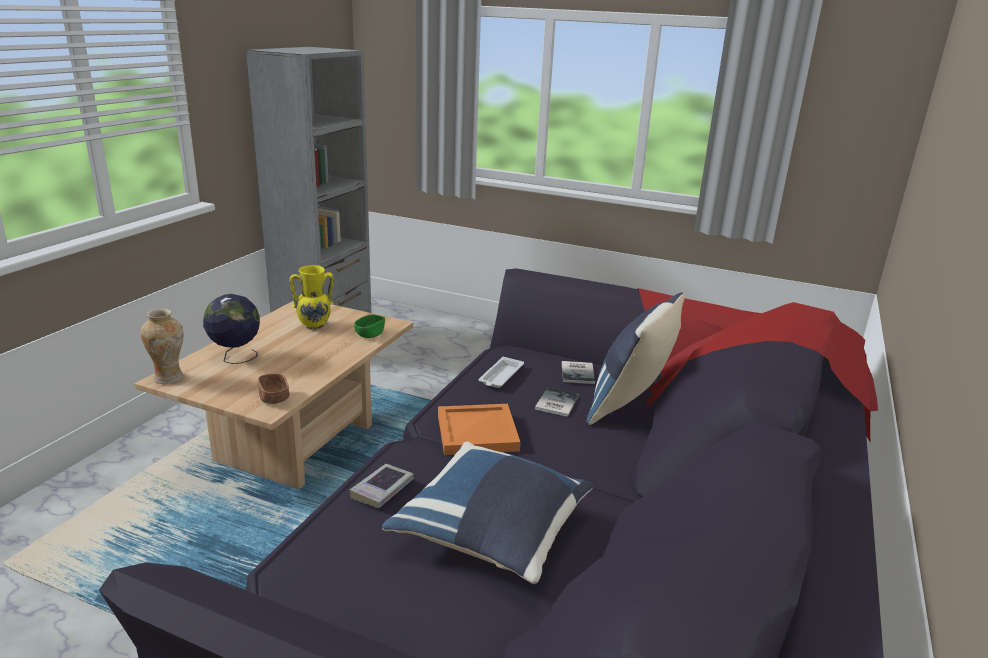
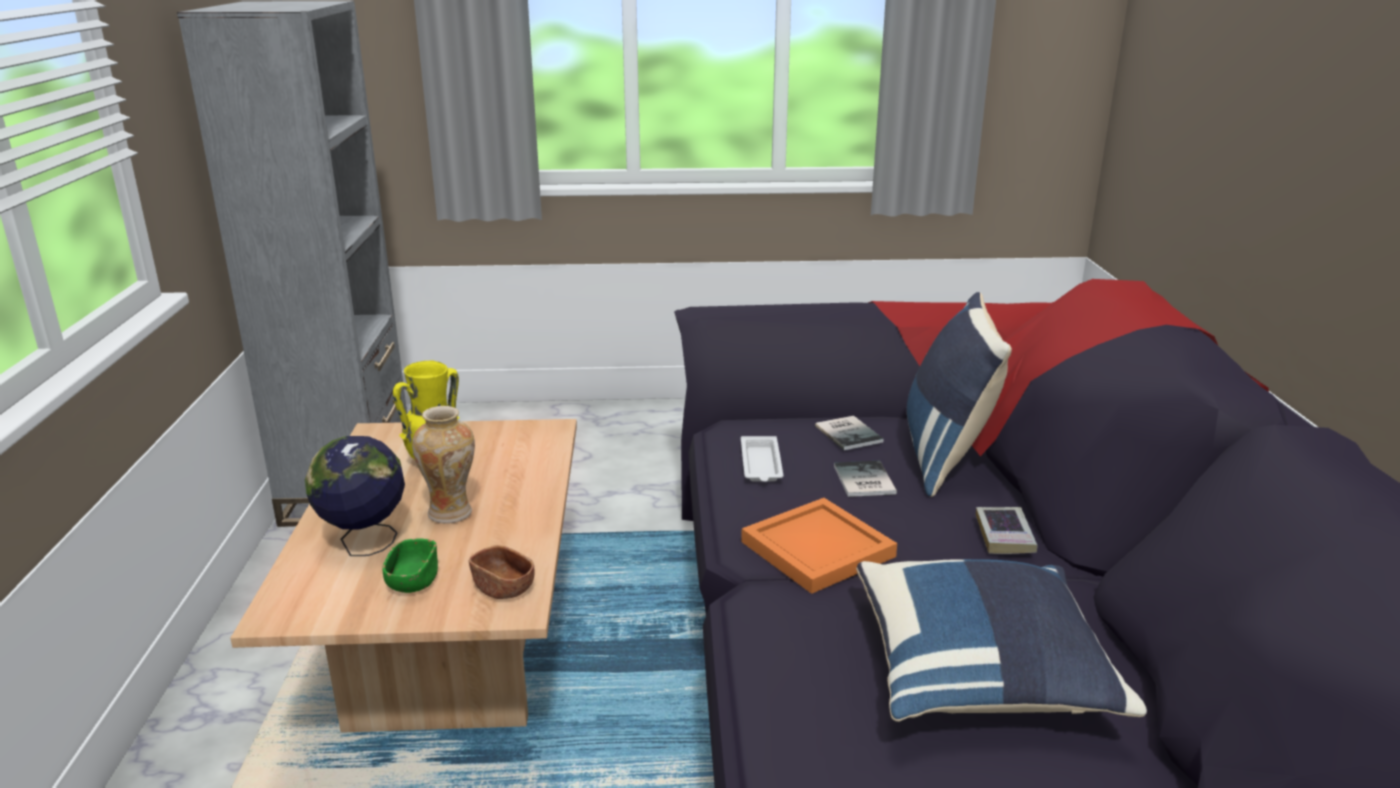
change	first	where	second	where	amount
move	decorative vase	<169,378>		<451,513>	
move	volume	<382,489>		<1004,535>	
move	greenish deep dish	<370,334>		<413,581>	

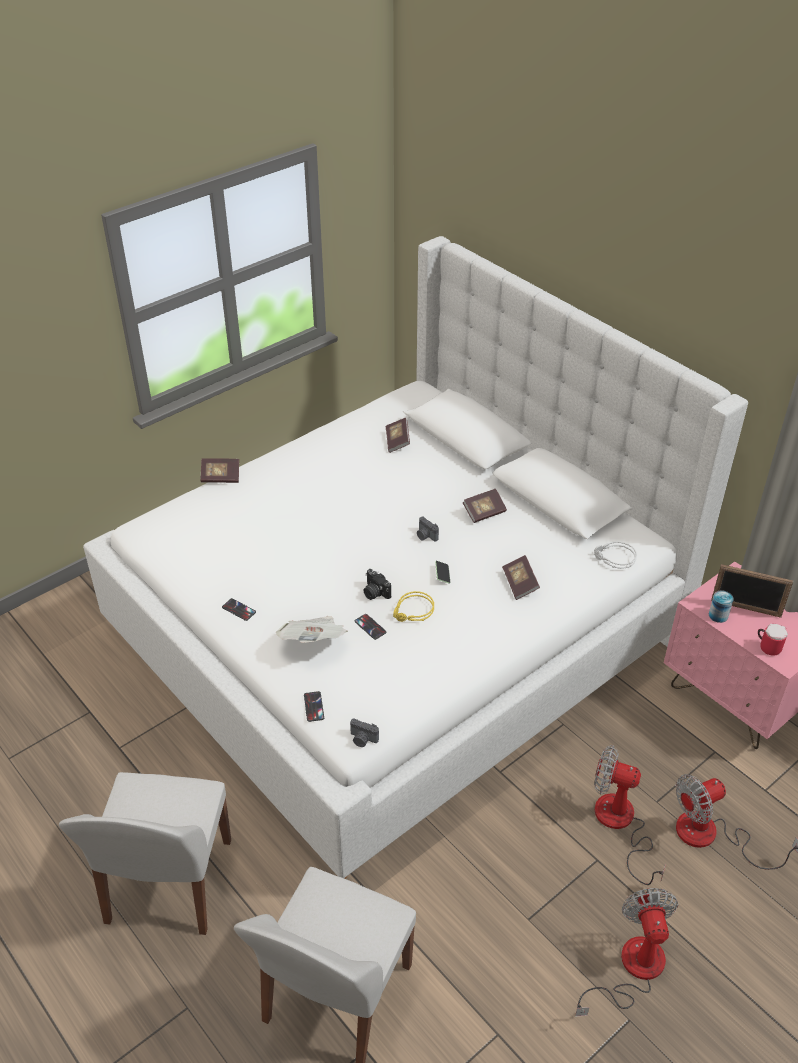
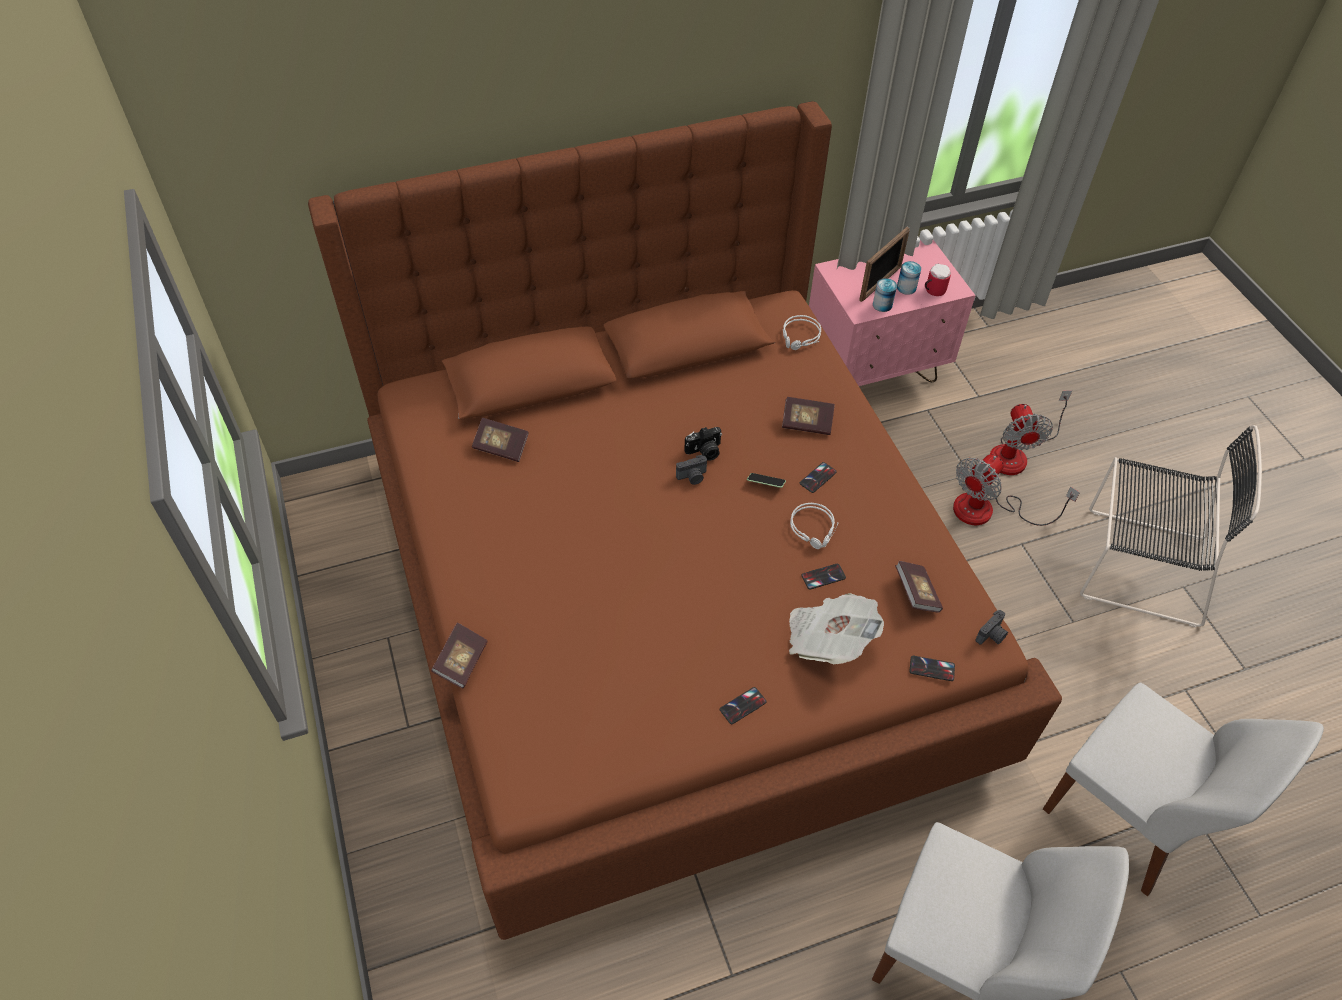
change	first	where	second	where	amount
insert			telephone	<818,478>	
insert			can	<906,288>	
move	photo camera	<375,592>		<704,452>	
move	volume	<484,512>		<916,593>	
replace	electric fan	<631,969>	black-coloured upright chair	<1137,565>	
recolor	white-coloured bedroom bed	<399,632>	brown-coloured bedroom bed	<670,601>	
recolor	yellow headset	<413,612>	grey headset	<814,529>	

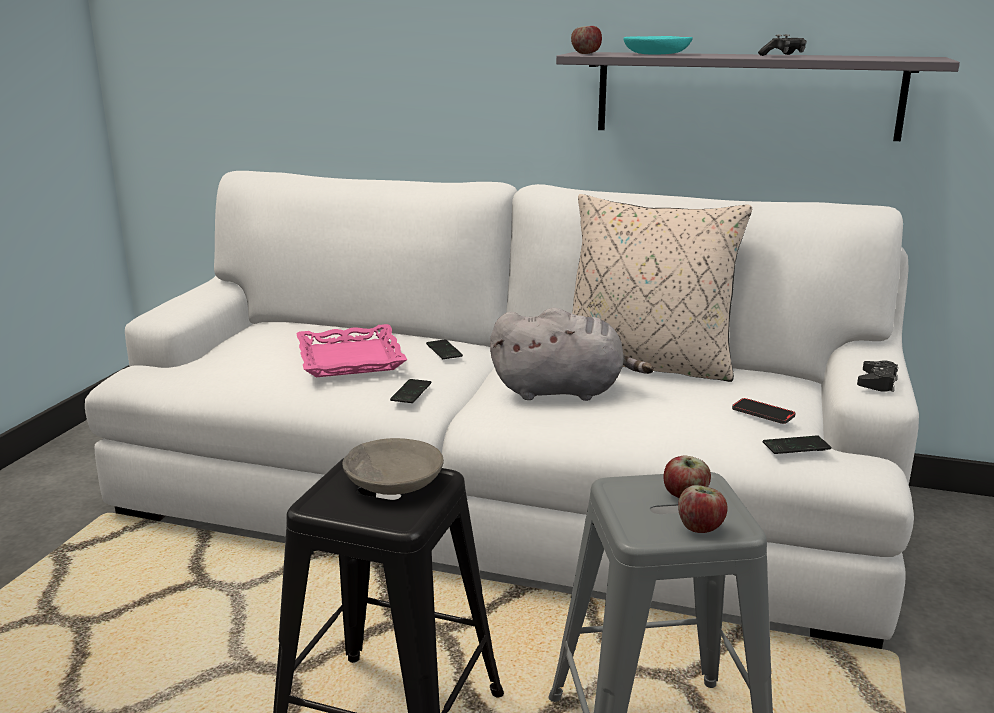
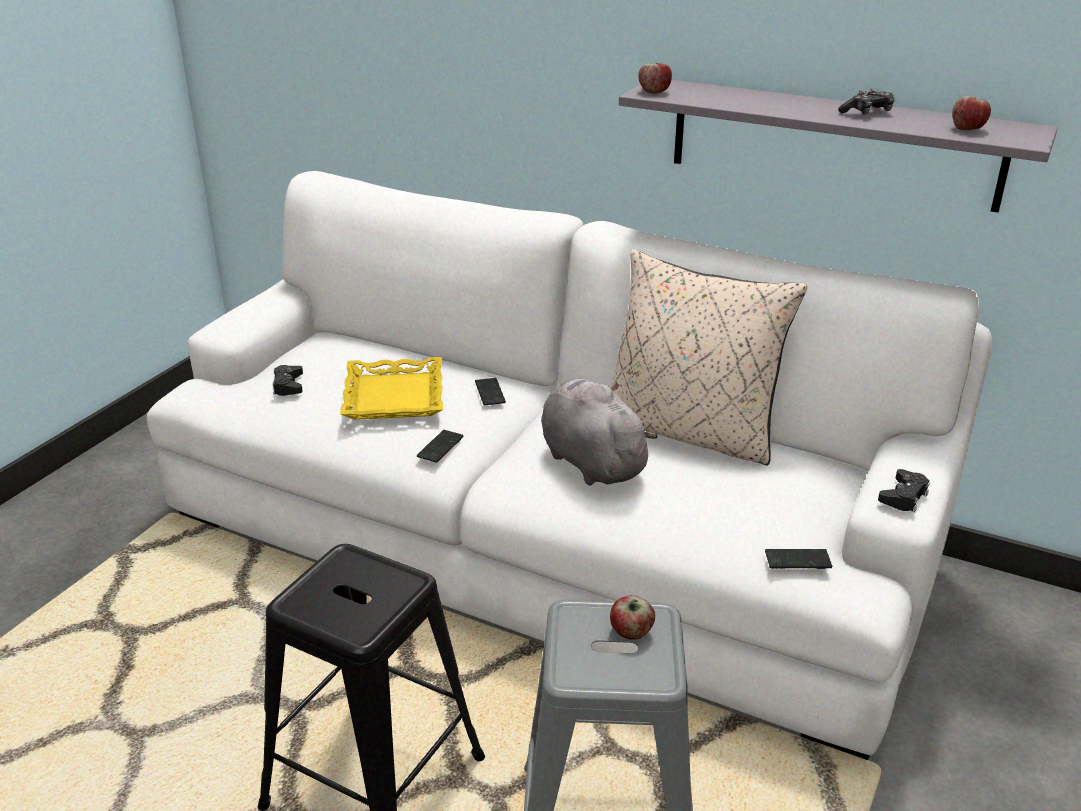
change	first	where	second	where	amount
delete	grey deep dish	<392,480>			
delete	turquoise-coloured deep dish	<657,54>			
delete	telephone	<763,413>			
insert			black-coloured gamepad	<288,385>	
move	whole apple	<700,527>		<967,129>	
recolor	pinkish carrying tray	<351,359>	yellow carrying tray	<395,397>	
rotate	grey cuddly toy	<563,391>		<590,461>	135 degrees counterclockwise

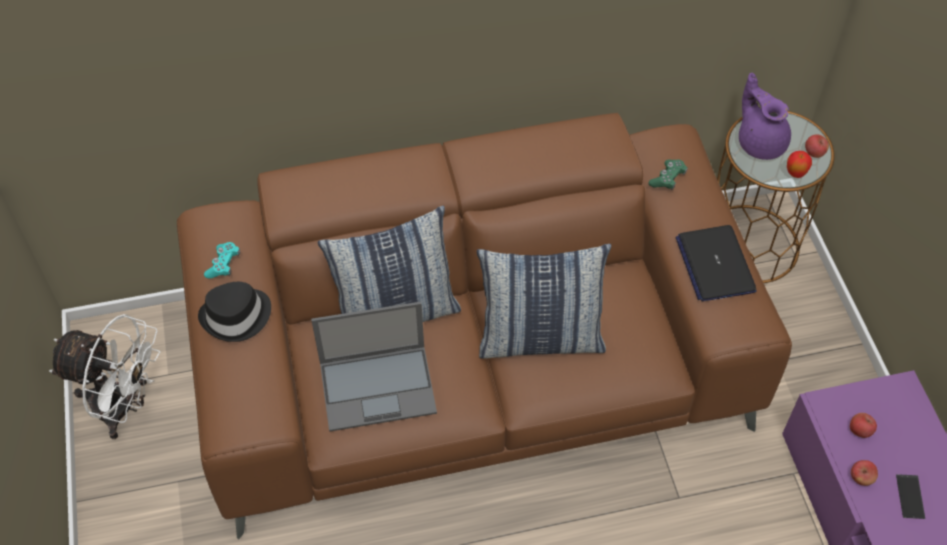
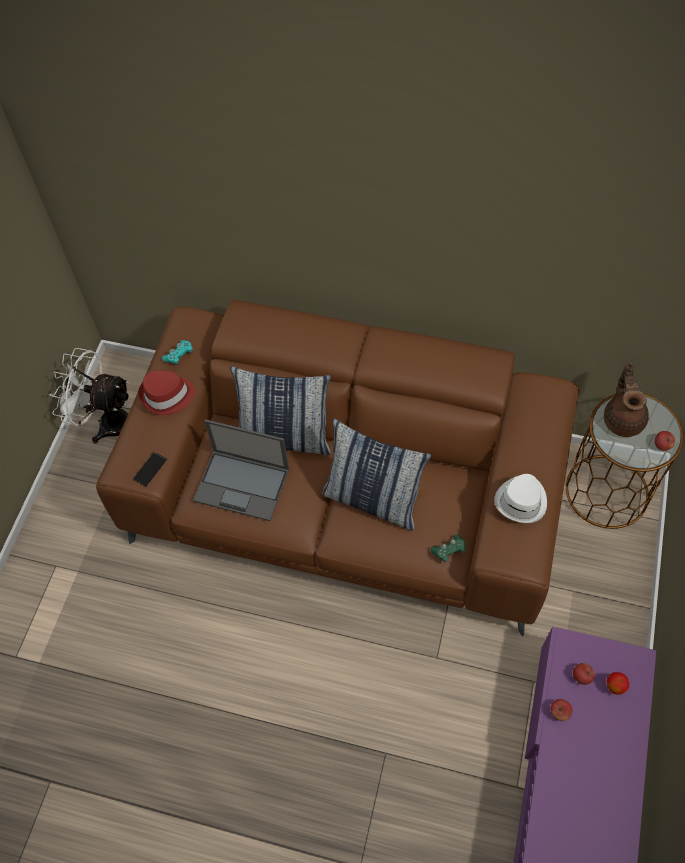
change	first	where	second	where	amount
move	greenish gamepad	<667,179>		<449,550>	
move	whole apple	<795,174>		<614,687>	
move	telephone	<910,496>		<150,469>	
replace	portable computer	<715,264>	white-coloured wearable hat	<521,501>	
recolor	black-coloured wearable hat	<237,316>	red-coloured wearable hat	<167,396>	
recolor	purple-coloured tea pot	<760,142>	brown-coloured tea pot	<623,419>	
rotate	white-coloured electric fan	<124,407>		<107,422>	150 degrees clockwise

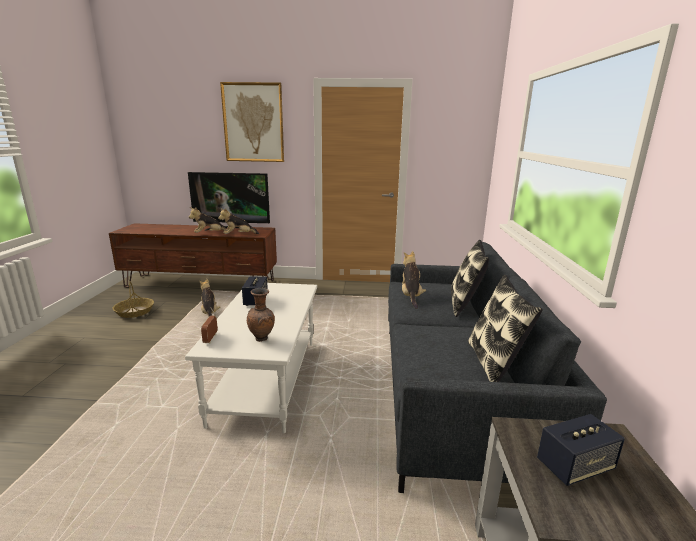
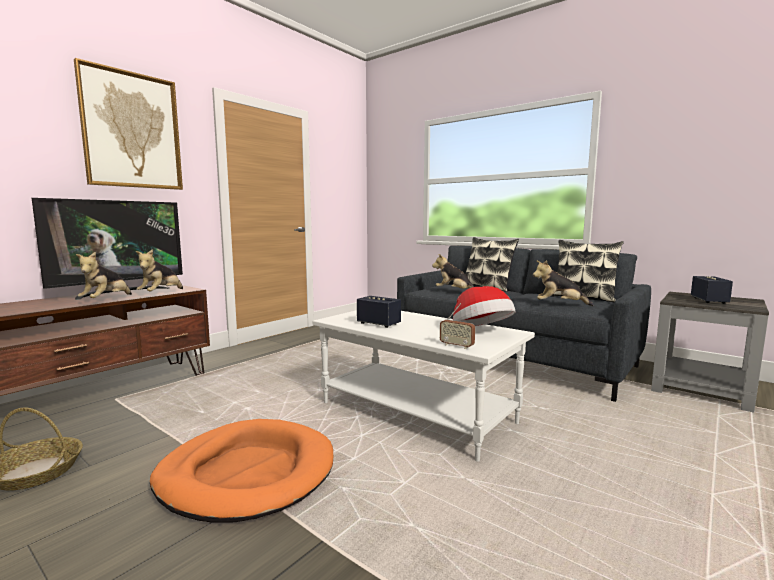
change	first	where	second	where	amount
insert			orangey dog bed	<247,473>	
move	cuddly toy	<210,313>		<559,305>	
replace	brown-coloured decorative vase	<262,339>	wearable hat	<481,332>	

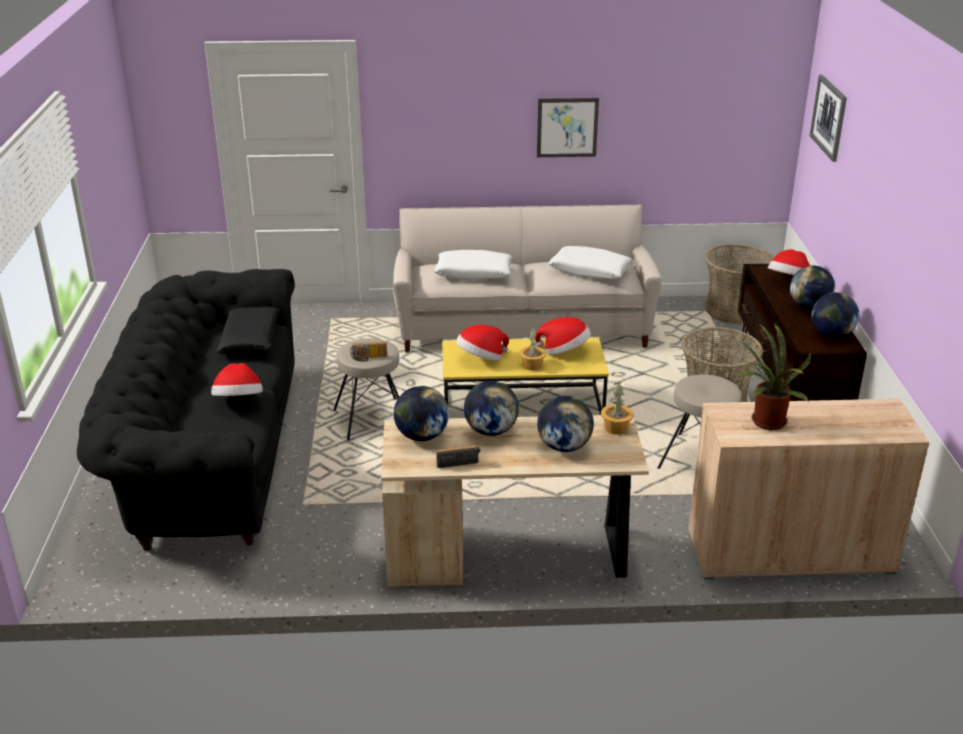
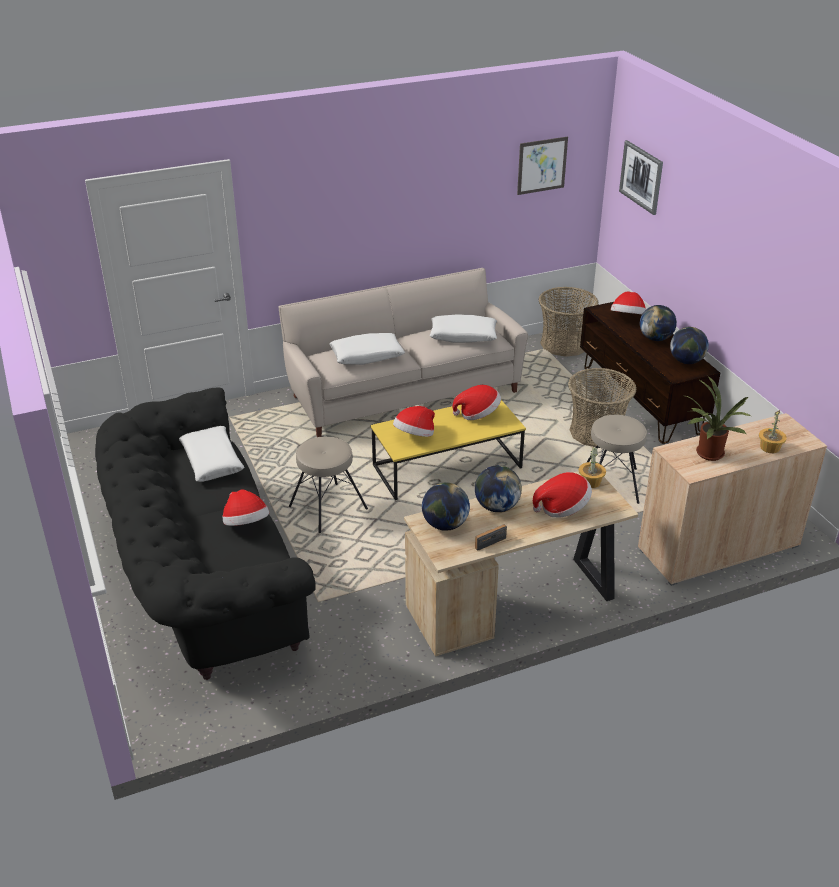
change	first	where	second	where	amount
delete	radio set	<369,358>			
move	houseplant	<532,365>		<770,447>	
move	wall art	<567,127>		<542,165>	
replace	globe	<564,447>	wearable hat	<562,508>	
recolor	black-coloured cushion	<250,339>	white-coloured cushion	<212,461>	

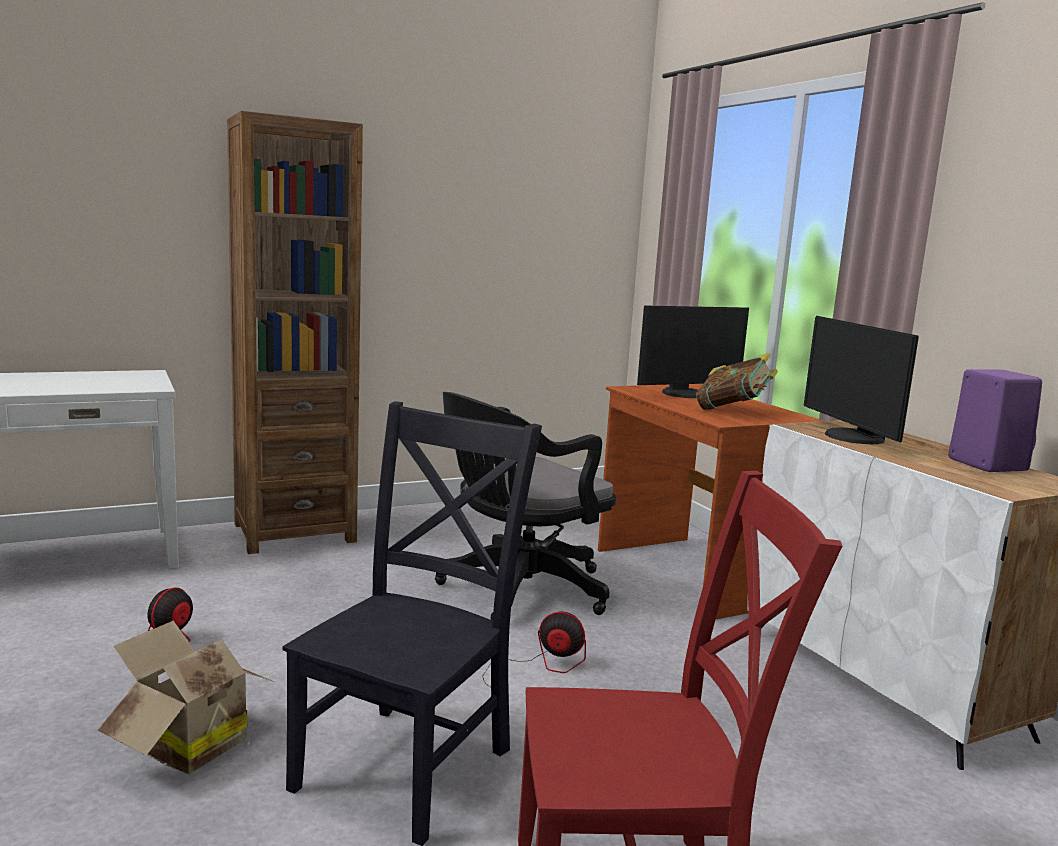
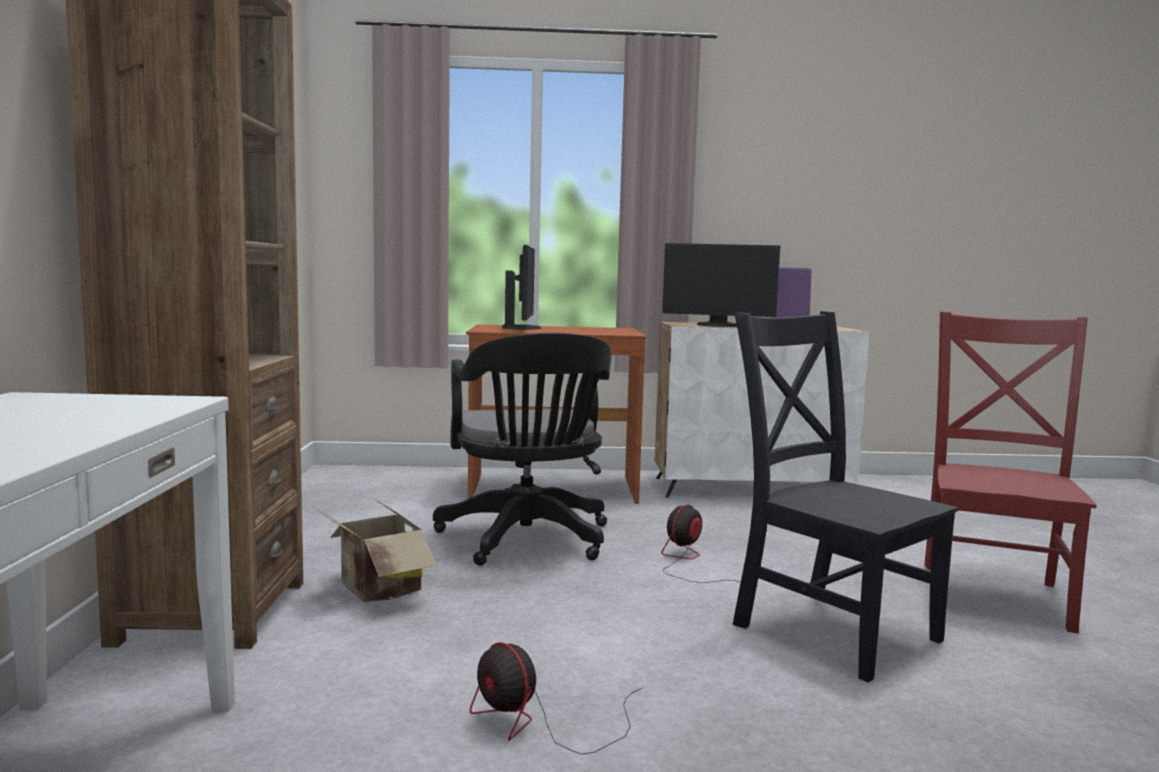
change	first	where	second	where	amount
delete	volume	<733,411>			
move	carton	<186,746>		<375,591>	

